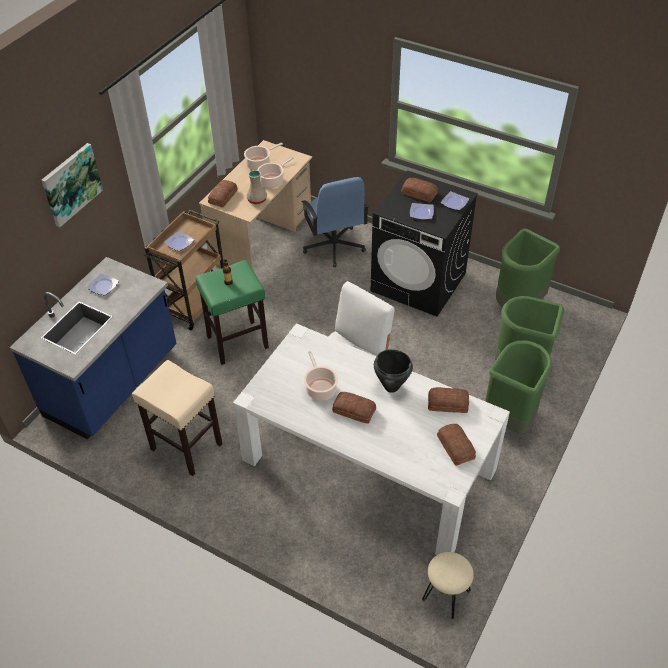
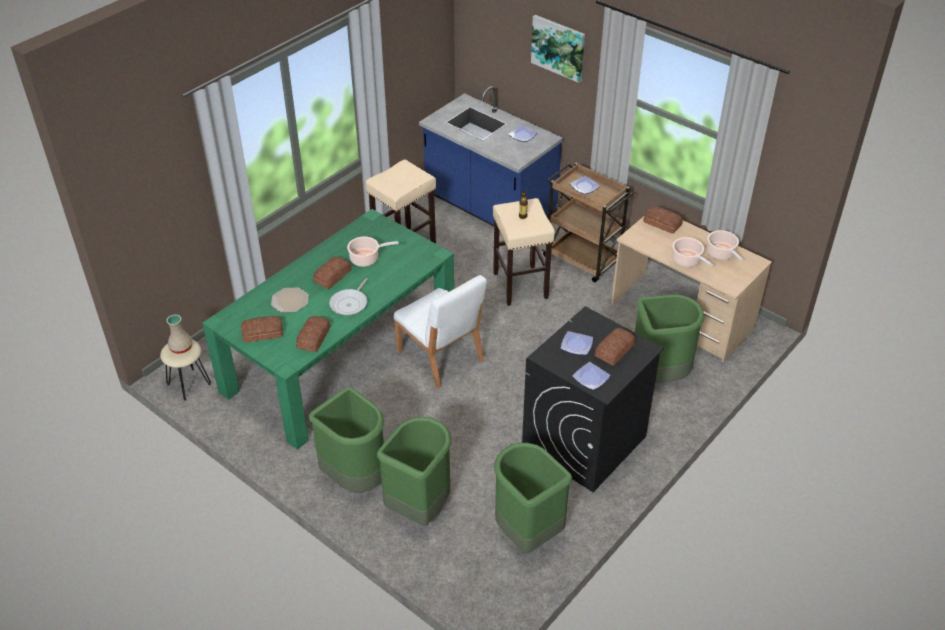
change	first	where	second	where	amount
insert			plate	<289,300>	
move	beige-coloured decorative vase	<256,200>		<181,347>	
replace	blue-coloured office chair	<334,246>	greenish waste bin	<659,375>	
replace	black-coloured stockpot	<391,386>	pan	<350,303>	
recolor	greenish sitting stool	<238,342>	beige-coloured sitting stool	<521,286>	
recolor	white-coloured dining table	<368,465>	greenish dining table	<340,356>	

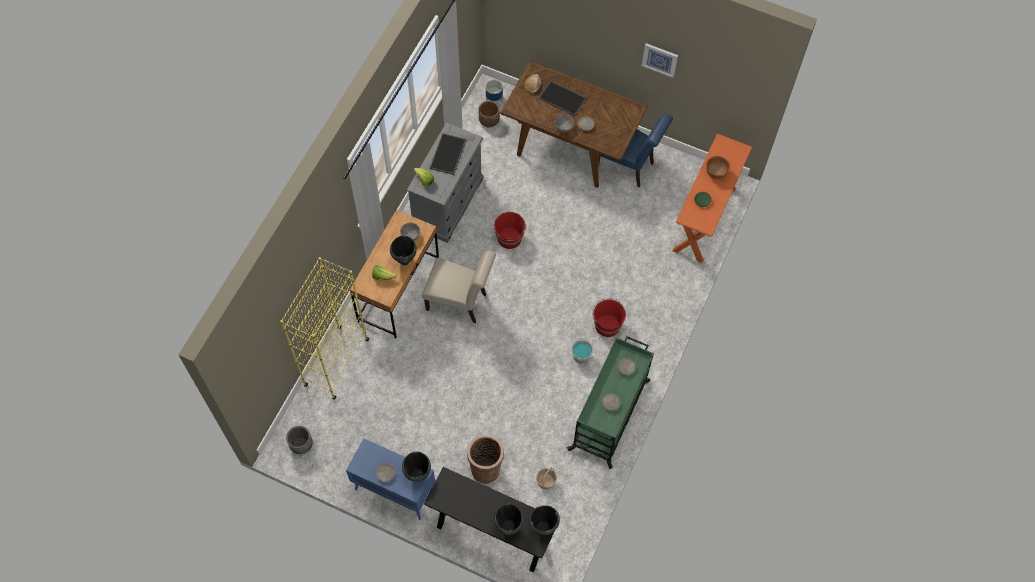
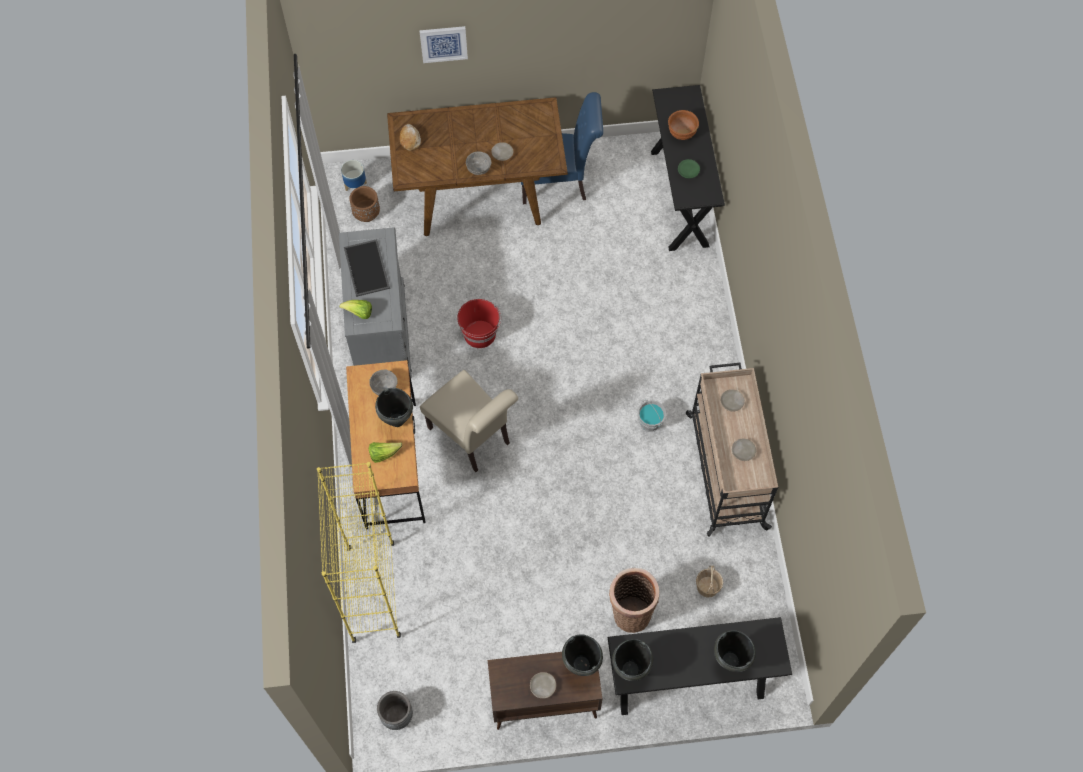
change	first	where	second	where	amount
delete	carrying tray	<563,98>			
delete	red-coloured pail	<607,325>			
move	black-coloured stockpot	<543,527>		<630,669>	
move	wall art	<660,59>		<443,43>	
recolor	blue-coloured cabinet	<394,490>	brown-coloured cabinet	<543,702>	
recolor	greenish trolley	<610,414>	beige-coloured trolley	<725,469>	
recolor	orangey narrow table	<704,219>	black-coloured narrow table	<679,198>	
rotate	beige-coloured upright chair	<460,302>		<473,438>	60 degrees clockwise

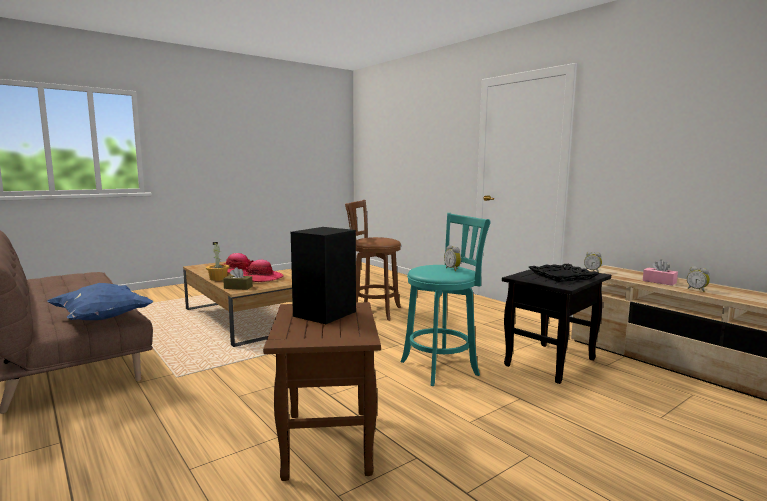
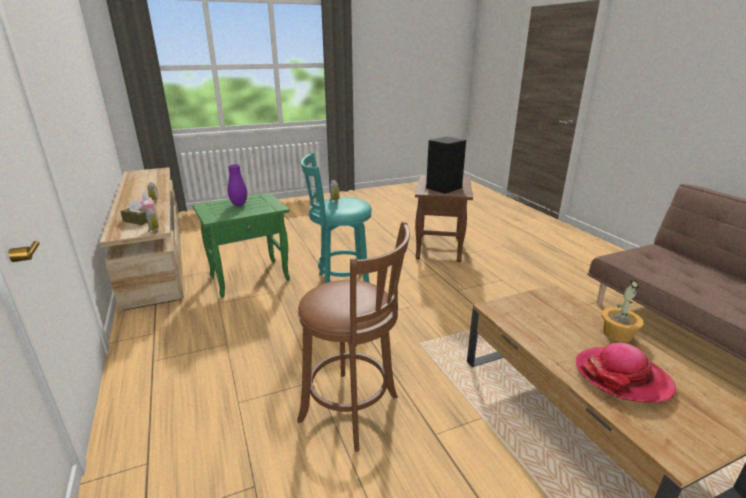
change	first	where	second	where	amount
delete	blue-coloured cushion	<103,319>			
delete	wearable hat	<259,278>			
move	brown-coloured box of tissues	<238,287>		<137,221>	
replace	black-coloured carrying tray	<562,276>	purple-coloured decorative vase	<239,205>	
recolor	black-coloured accent table	<550,363>	greenish accent table	<250,277>	

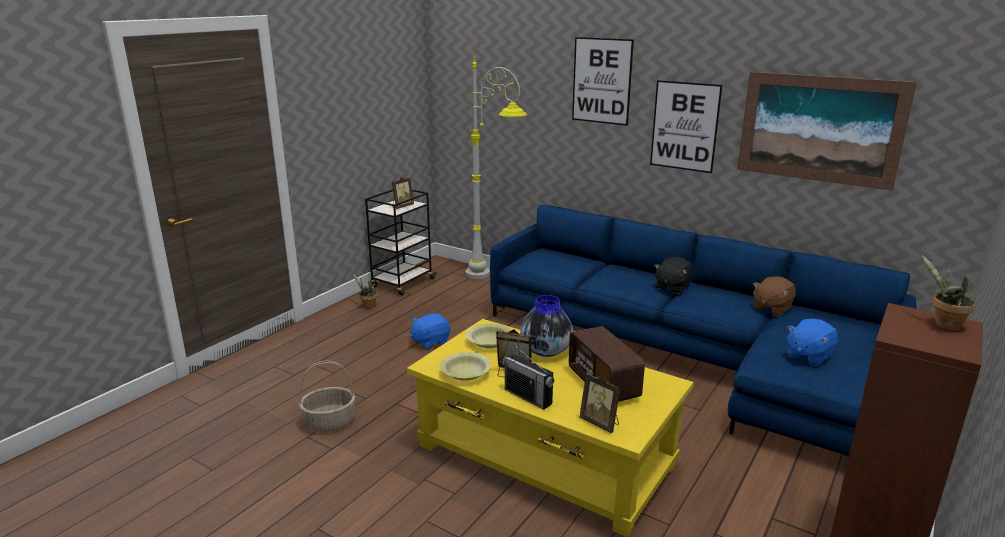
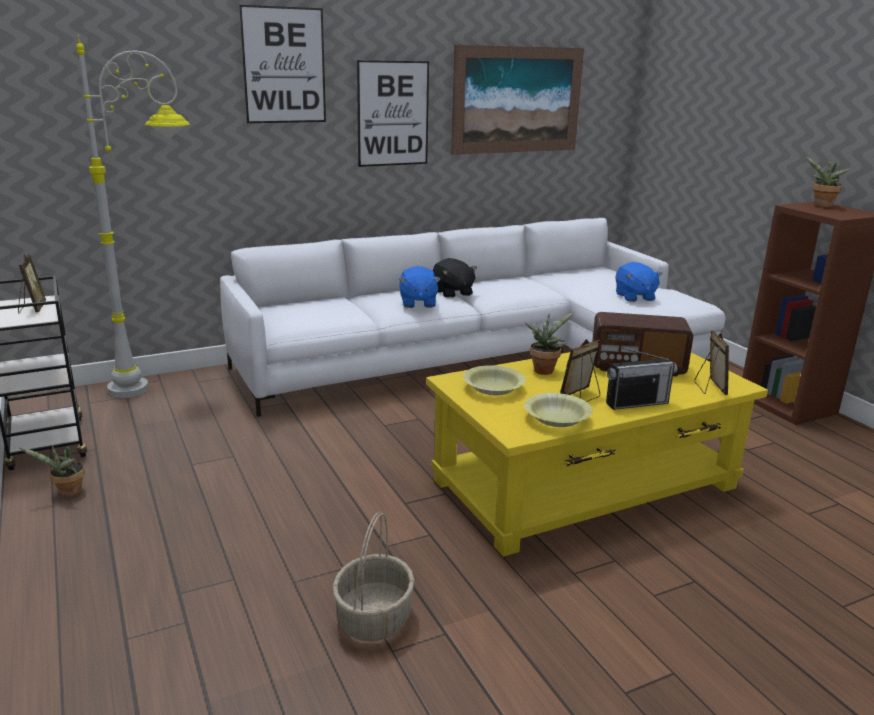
change	first	where	second	where	amount
delete	brown-coloured cuddly toy	<771,308>			
move	blue-coloured cuddly toy	<430,342>		<417,303>	
replace	decorative vase	<545,351>	houseplant	<544,370>	
recolor	blue-coloured couch	<693,356>	white-coloured couch	<484,359>	
rotate	photo frame	<600,423>		<709,388>	75 degrees counterclockwise

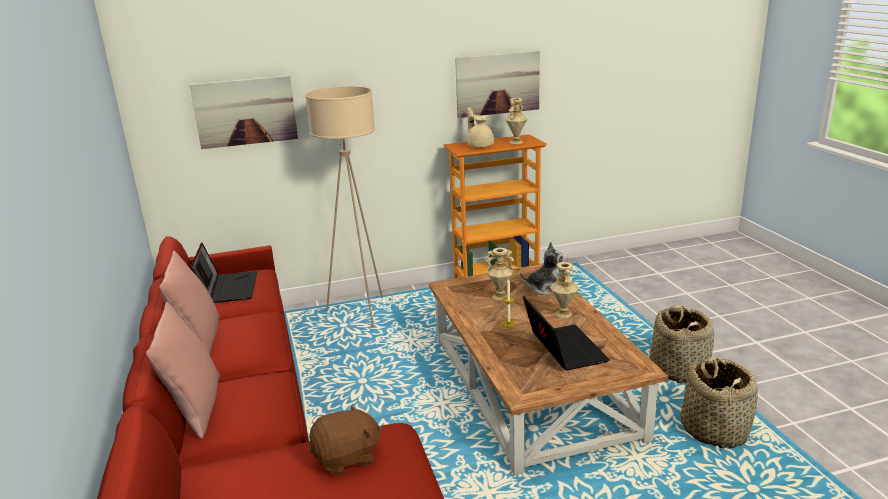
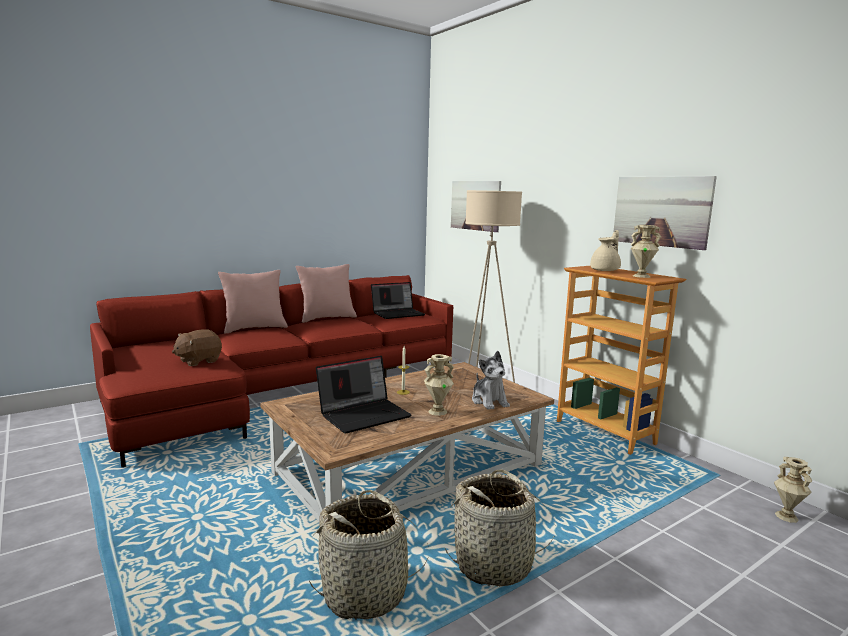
change	first	where	second	where	amount
move	beige-coloured decorative vase	<500,297>		<786,516>	
rotate	brown-coloured cuddly toy	<347,458>		<198,361>	90 degrees clockwise

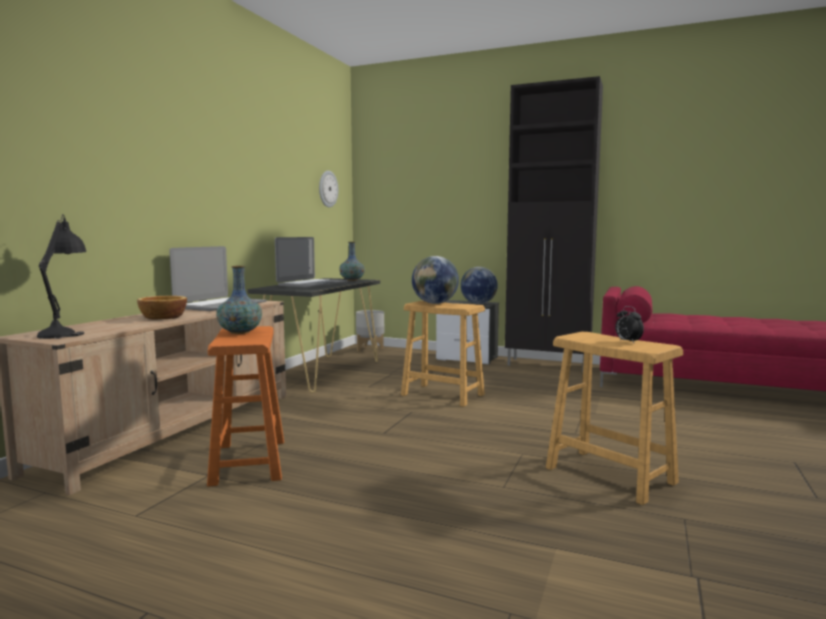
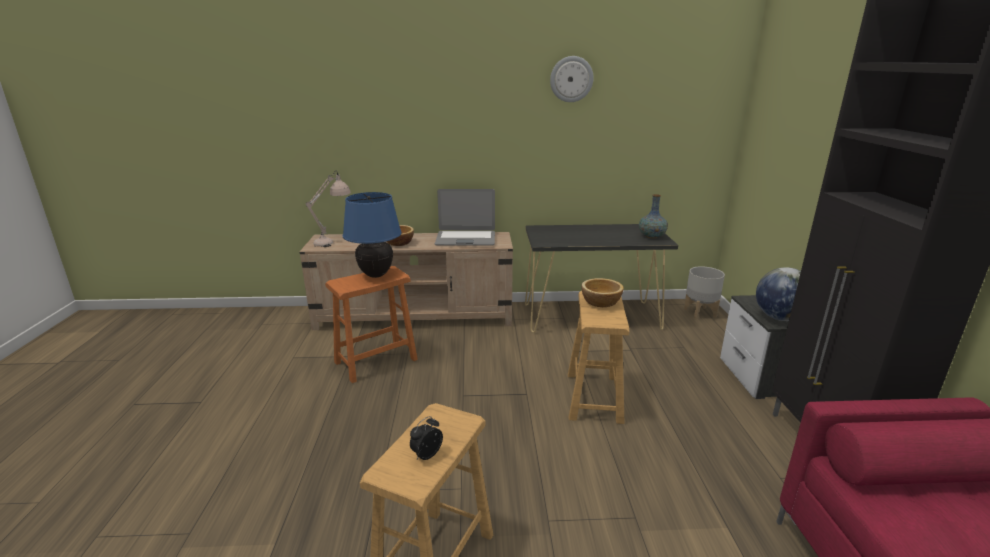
change	first	where	second	where	amount
delete	portable computer	<312,284>			
move	wall clock	<327,189>		<571,79>	
replace	decorative vase	<240,332>	blue-coloured tabletop lamp	<375,275>	
replace	globe	<435,303>	deep dish	<600,302>	
recolor	black-coloured tabletop lamp	<66,332>	beige-coloured tabletop lamp	<334,241>	

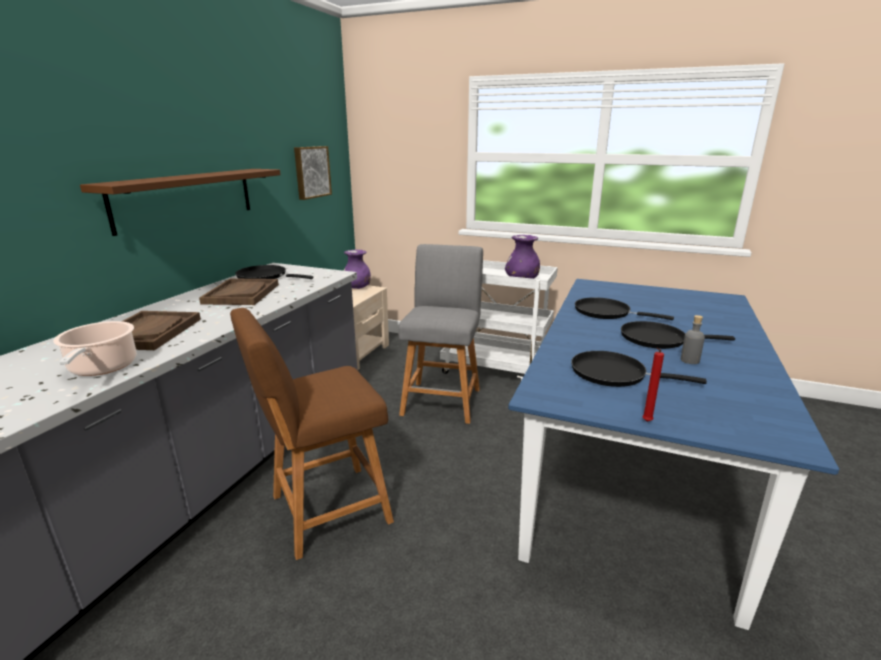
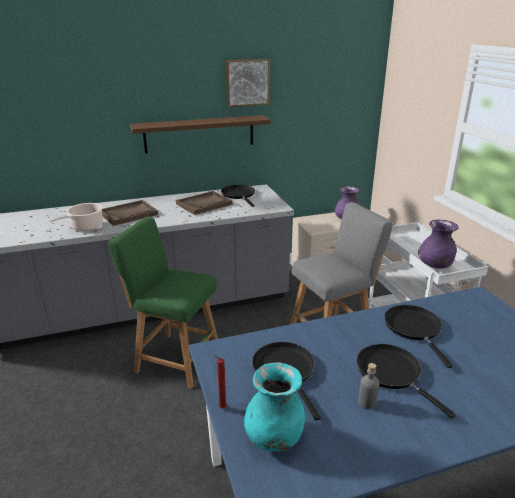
change	first	where	second	where	amount
insert			turquoise-coloured decorative vase	<274,437>	
move	wall art	<311,172>		<247,82>	
recolor	brown-coloured sitting stool	<324,511>	greenish sitting stool	<174,359>	

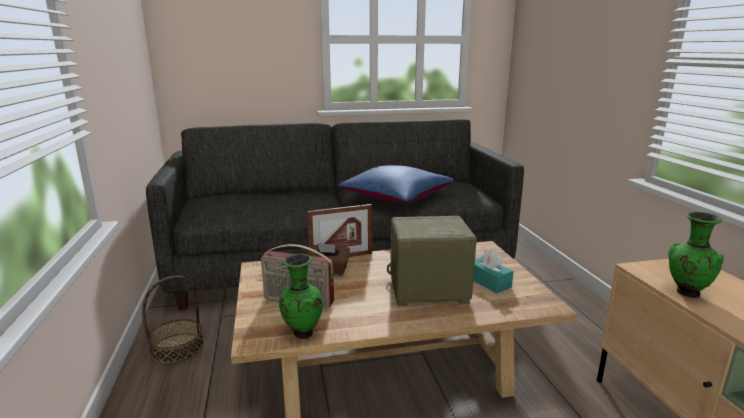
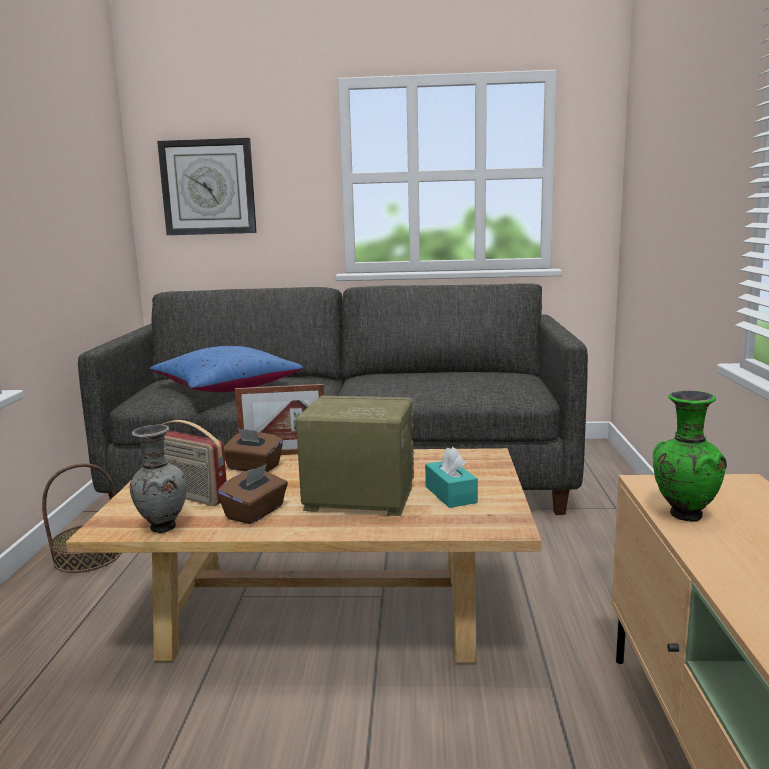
change	first	where	second	where	amount
insert			wall clock	<208,187>	
insert			brown-coloured box of tissues	<256,513>	
move	blue-coloured cushion	<397,197>		<227,388>	
recolor	greenish decorative vase	<301,333>	grey decorative vase	<161,528>	

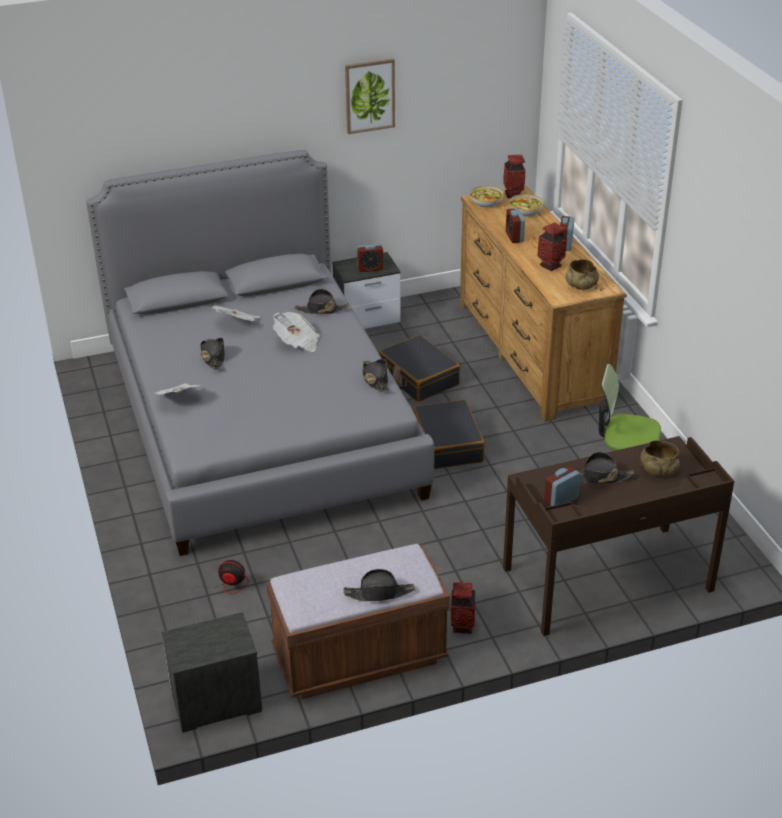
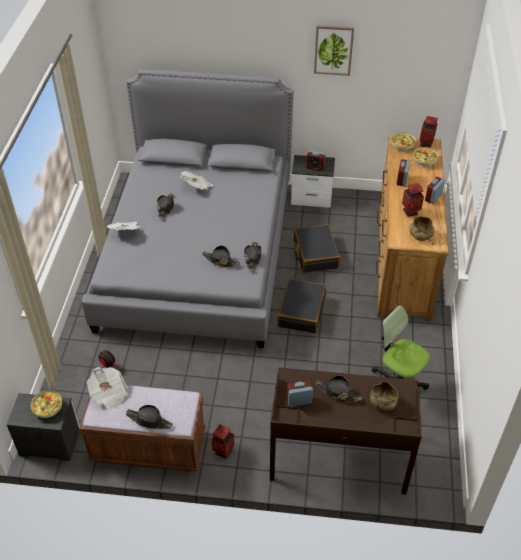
change	first	where	second	where	amount
insert			deep dish	<48,408>	
move	newspaper	<297,342>		<109,395>	
move	black-coloured wearable hat	<321,310>		<220,260>	

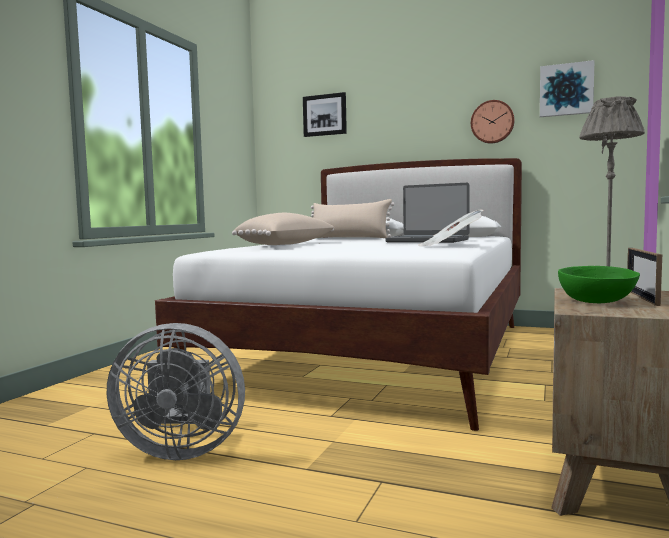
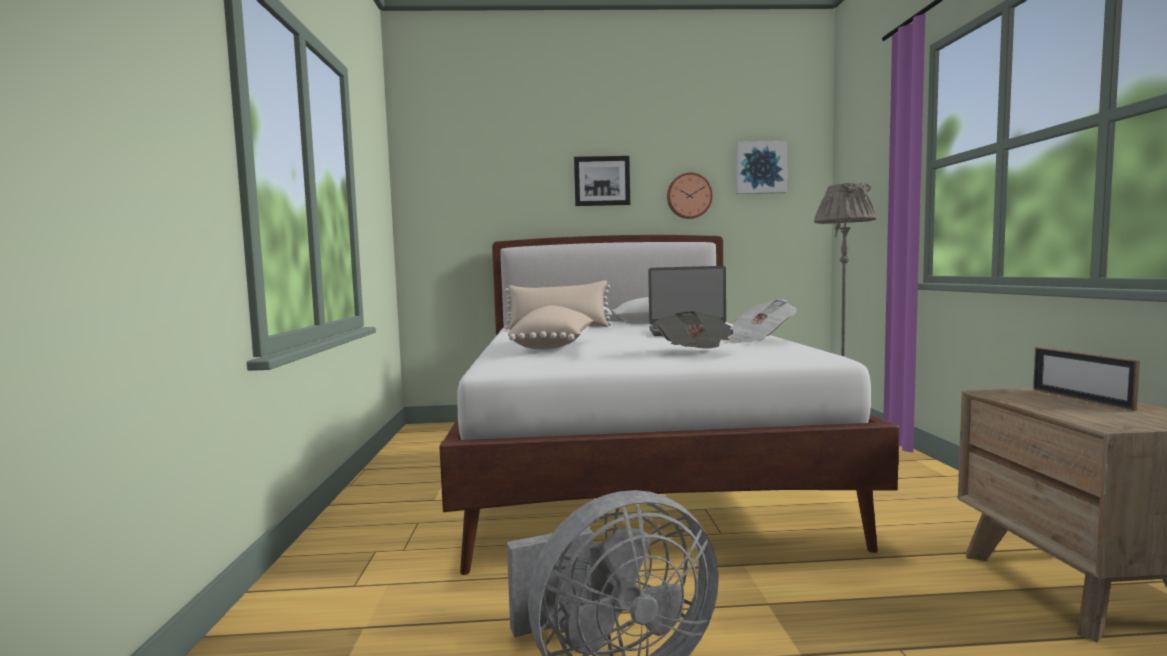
change	first	where	second	where	amount
delete	greenish deep dish	<595,301>			
insert			newspaper	<695,353>	
move	wall art	<325,115>		<602,181>	

